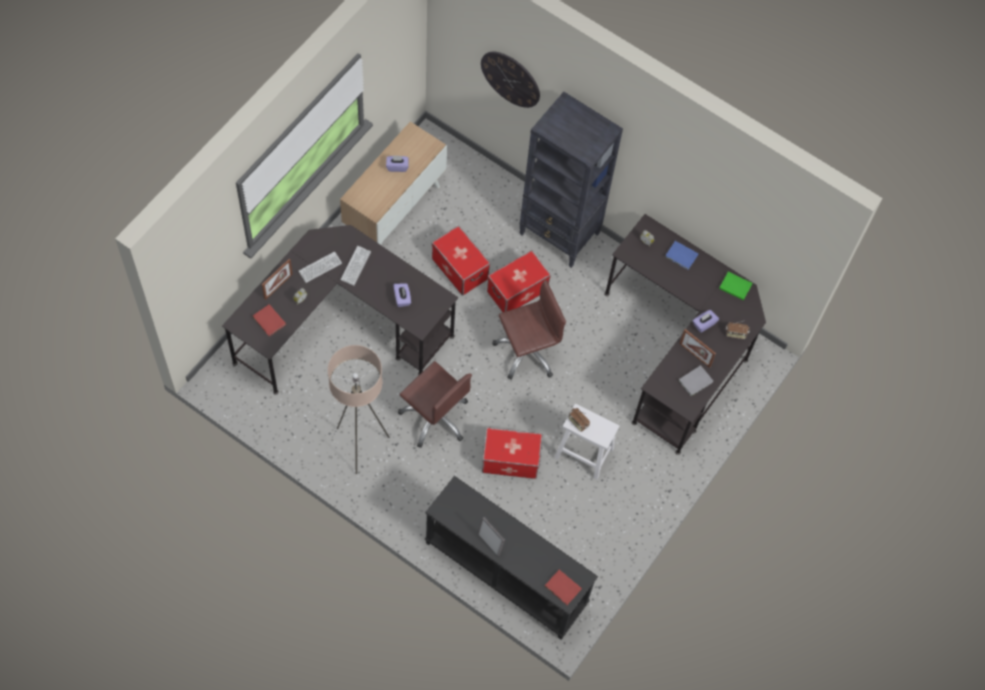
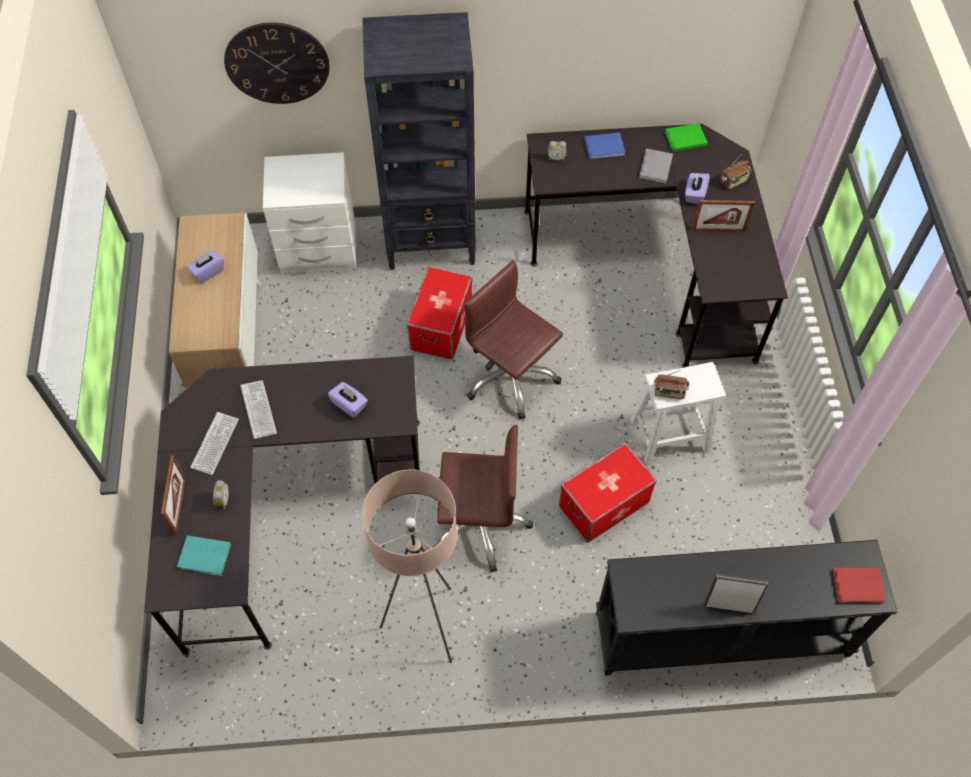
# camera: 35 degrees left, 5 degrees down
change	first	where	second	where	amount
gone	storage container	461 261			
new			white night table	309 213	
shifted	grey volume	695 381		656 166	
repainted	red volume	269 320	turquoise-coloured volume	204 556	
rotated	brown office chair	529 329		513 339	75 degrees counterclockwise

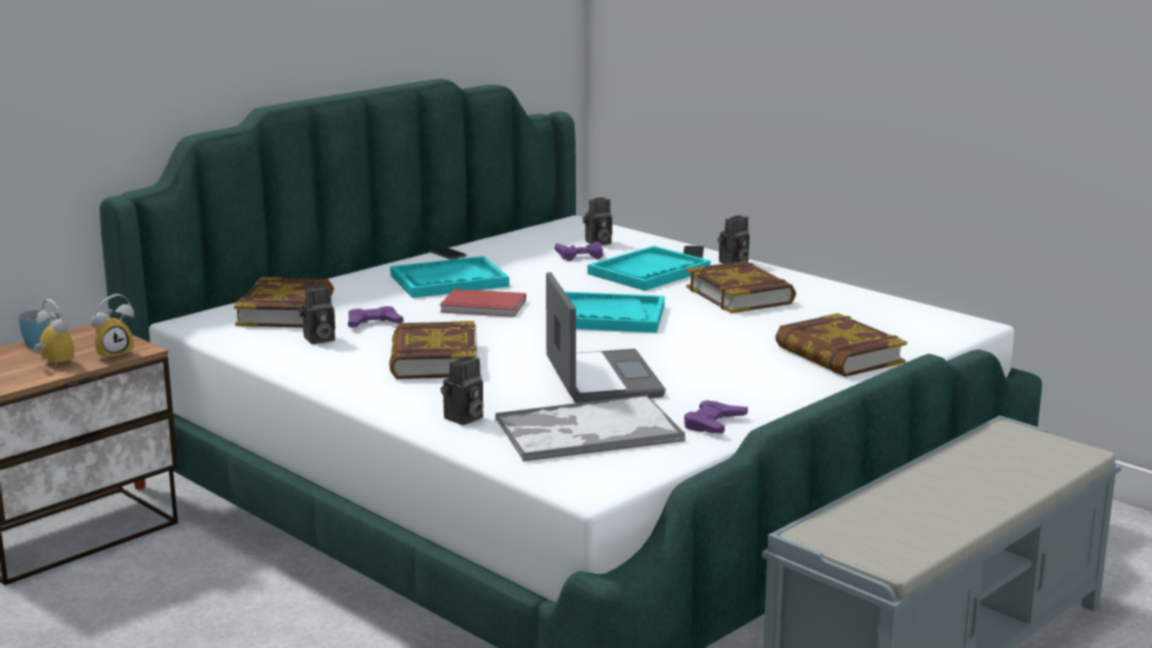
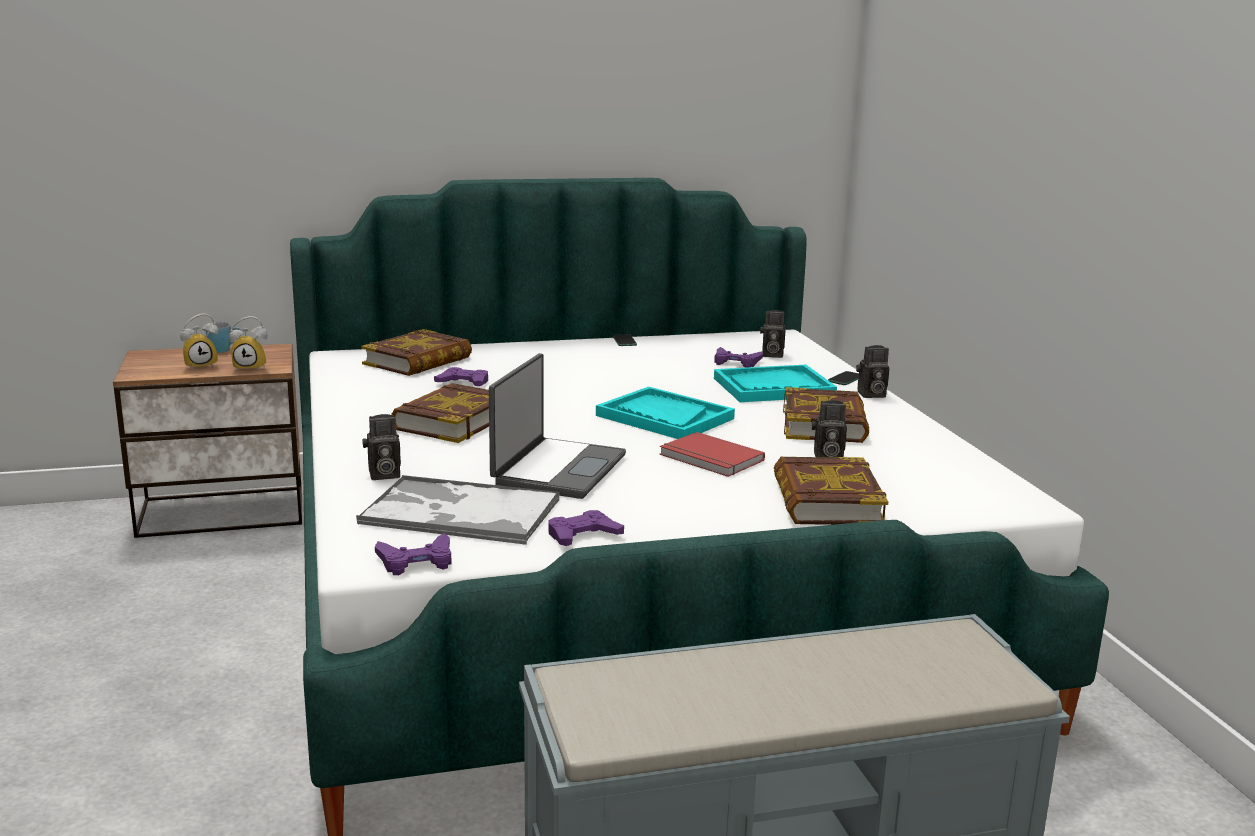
# camera: 30 degrees right, 0 degrees up
change	first	where	second	where	amount
gone	turquoise-coloured serving tray	449 277			
new			purplish joypad	413 554	
shifted	still camera	316 314		829 429	
shifted	red volume	483 303		712 454	
rotated	bedside clock	53 333		199 342	75 degrees clockwise

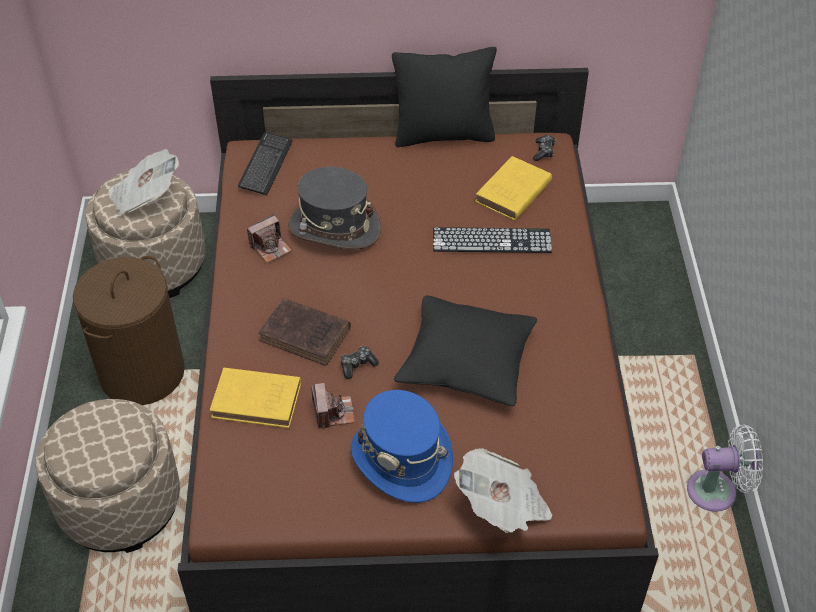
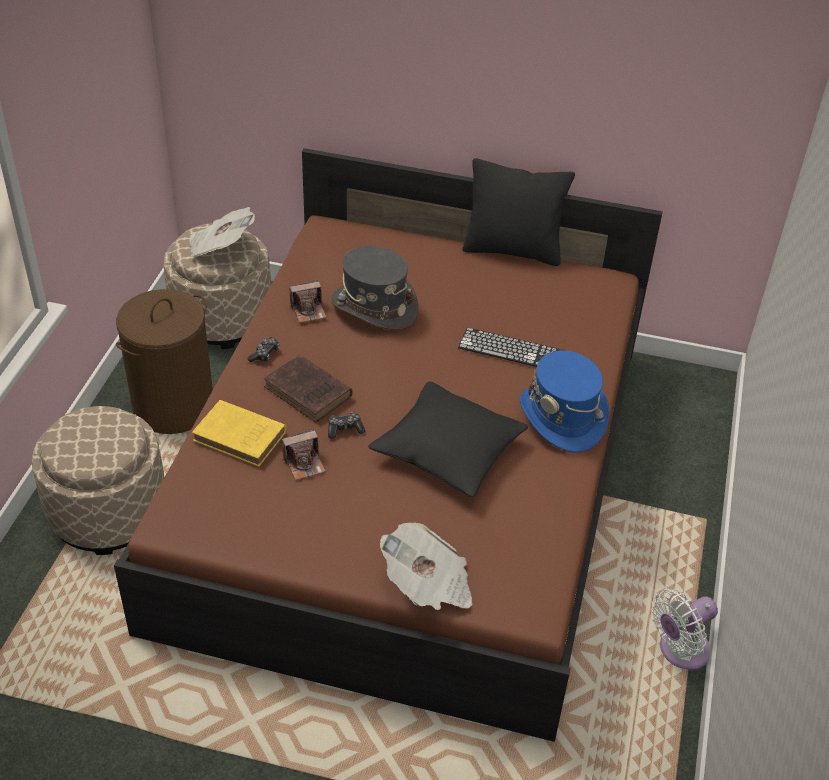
# camera: 15 degrees right, 5 degrees down
change	first	where	second	where	amount
gone	PC keyboard	265 163			
gone	yellow-coloured volume	513 188			
shifted	blue hat	402 446		564 402	
shifted	joypad	544 148		264 349	
rotated	still camera	333 406		304 454	60 degrees clockwise
rotated	white fan	725 468		684 630	135 degrees clockwise

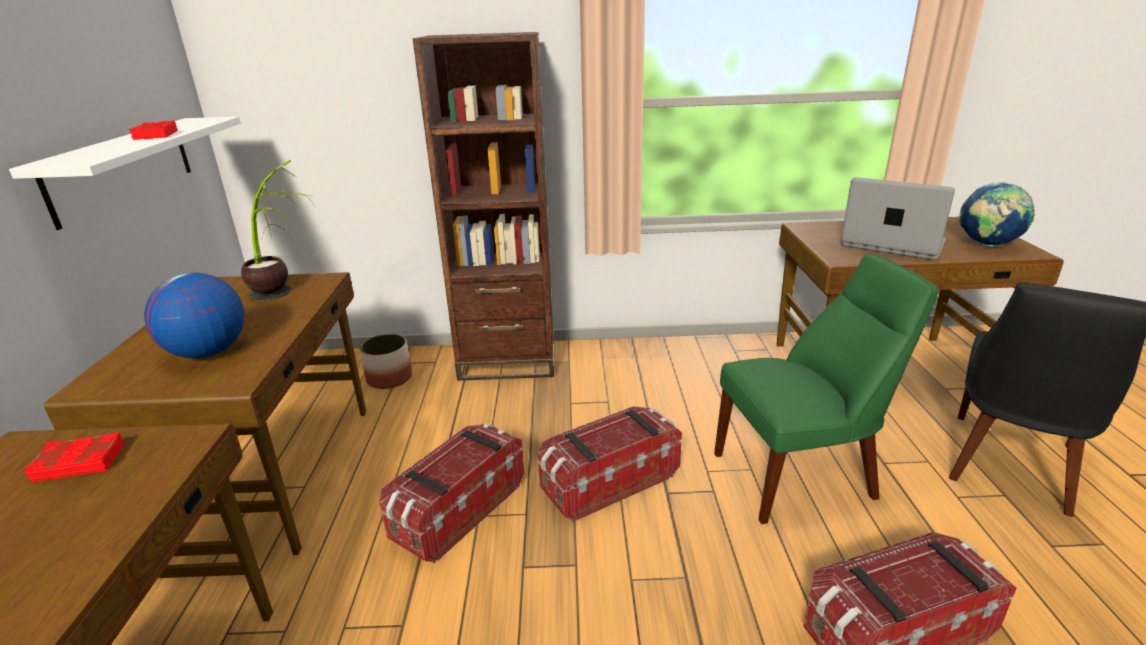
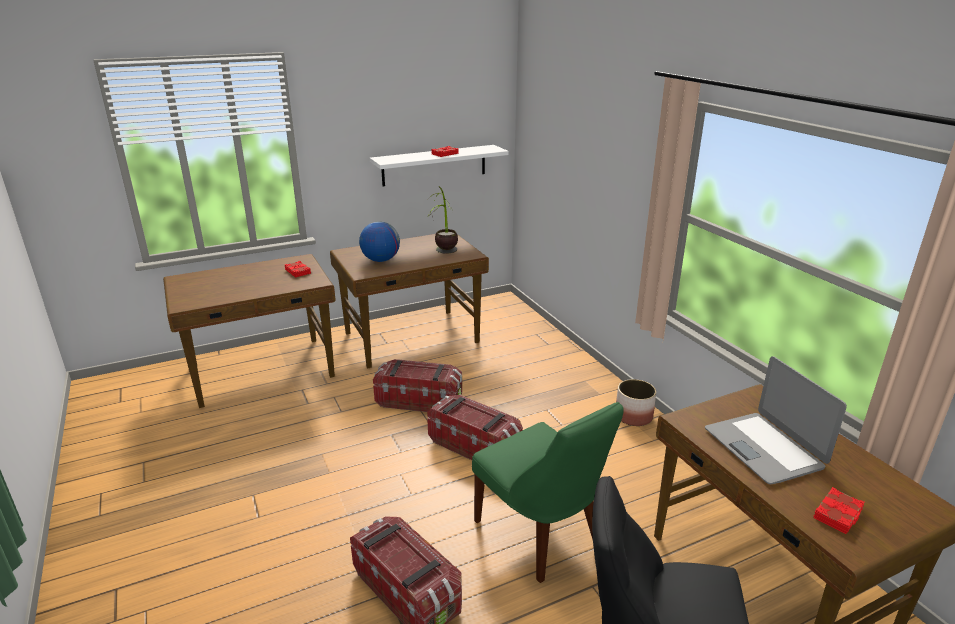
# camera: 65 degrees right, 0 degrees up
change	first	where	second	where	amount
gone	brown shelving unit	483 206			
shifted	planter	386 361		636 402	
swapped	world globe	997 214	red volume	839 510	
rotated	portable computer	898 218		776 420	150 degrees clockwise

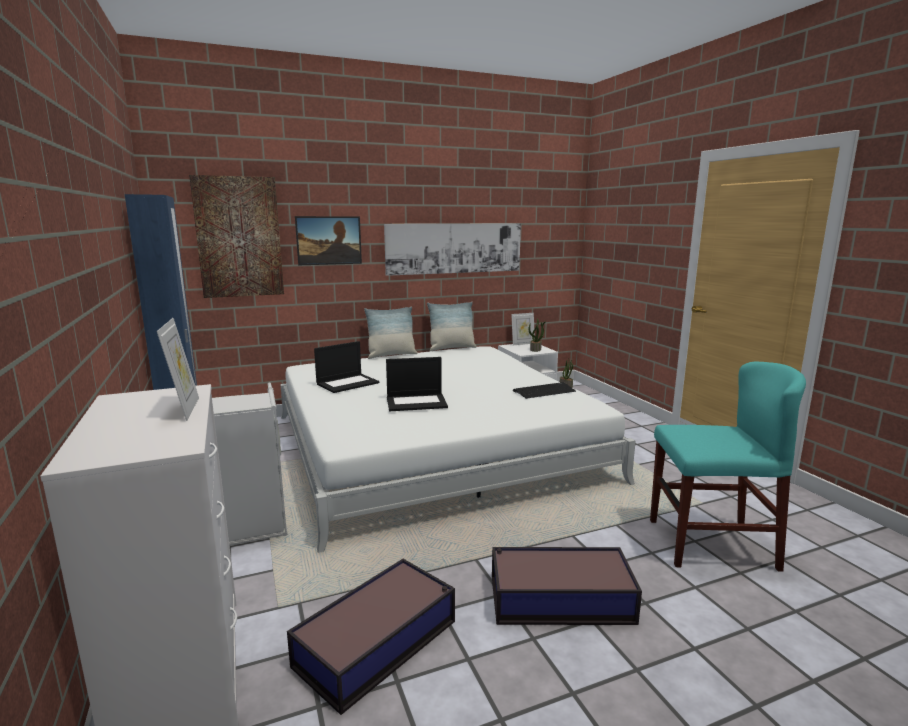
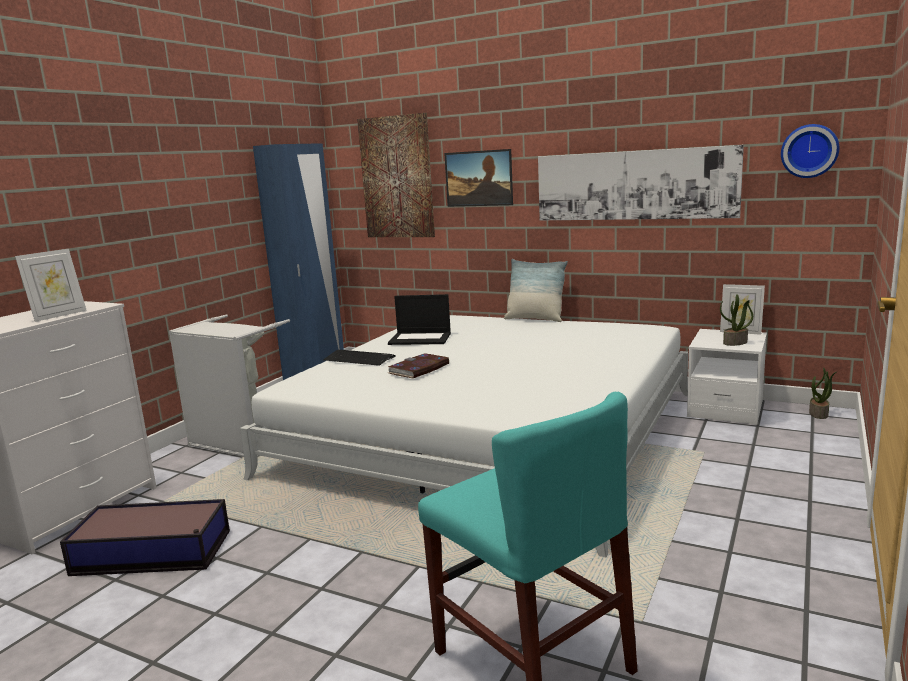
# camera: 50 degrees right, 0 degrees up
change	first	where	second	where	amount
gone	pillow	452 326			
gone	storage container	567 586			
new			clock on the wall	810 151	
shifted	PC keyboard	544 390		359 358	
swapped	portable computer	417 384	volume	418 365	

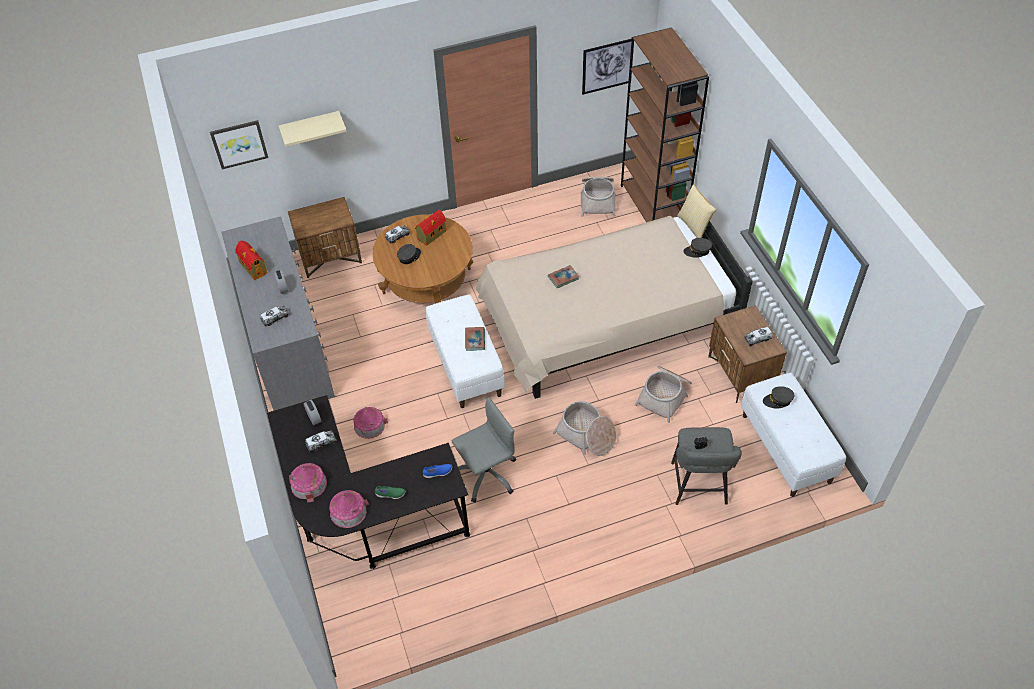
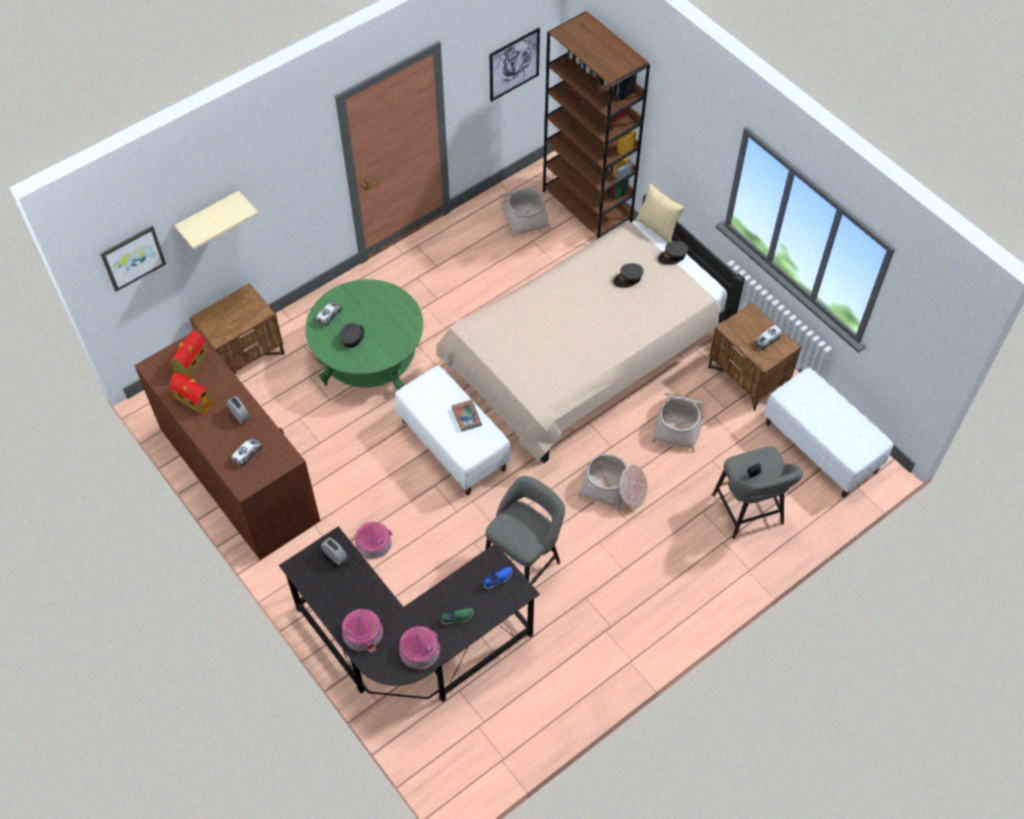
# camera: 20 degrees left, 5 degrees up
change	first	where	second	where	amount
gone	model truck	320 441			
gone	volume	563 276			
shifted	miniature house	431 228		189 354	
shifted	grey cap	778 397		628 275	
swapped	grey office chair	483 450	grey stool seat	525 530	
repainted	grey dresser	278 313	brown dresser	227 444	
repainted	brown lounge table	423 259	greenish lounge table	364 334	

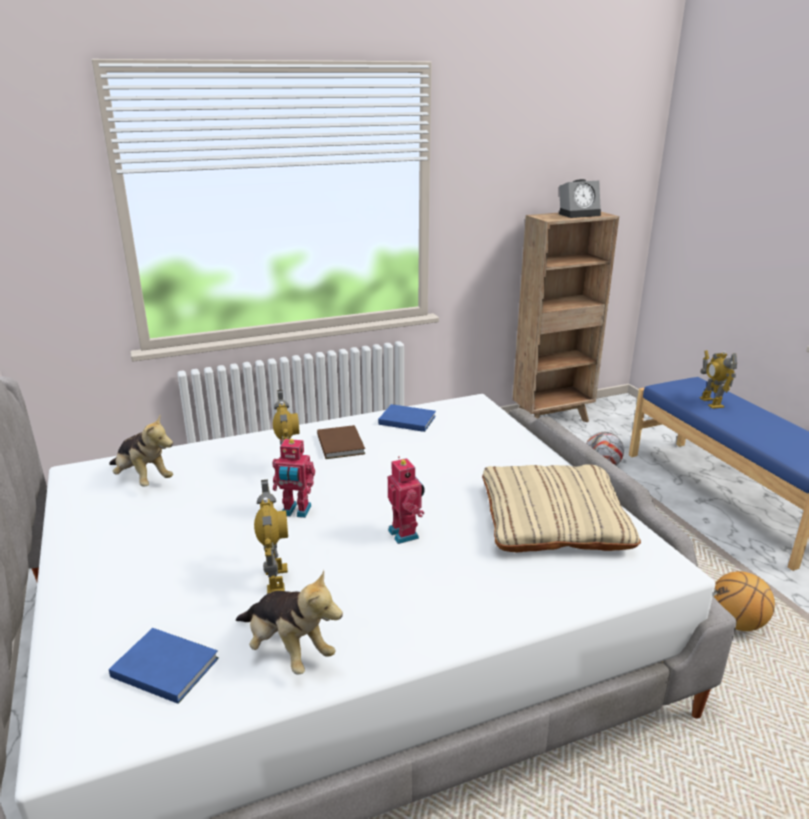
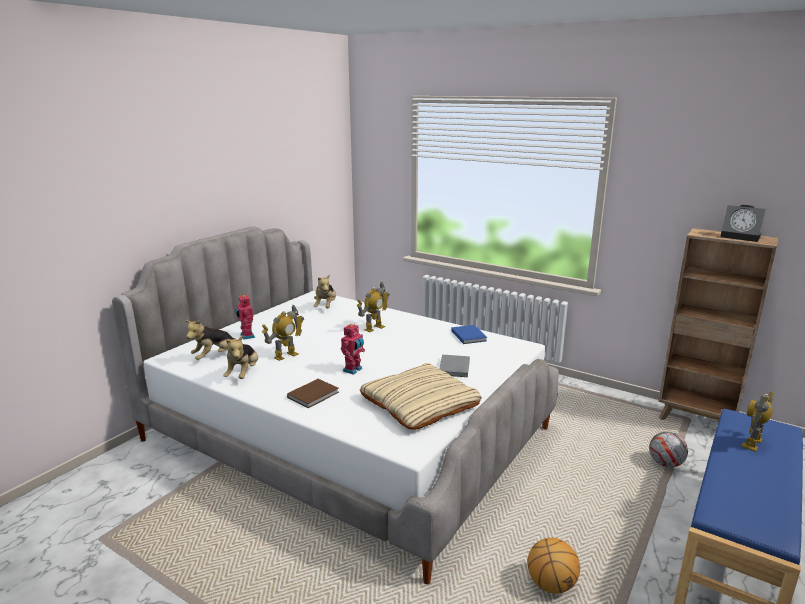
# camera: 55 degrees right, 5 degrees down
change	first	where	second	where	amount
new			grey volume	454 366	
shifted	toy robot	293 478		245 317	
shifted	brown volume	341 442		313 393	
swapped	blue volume	164 666	soft toy	210 340	

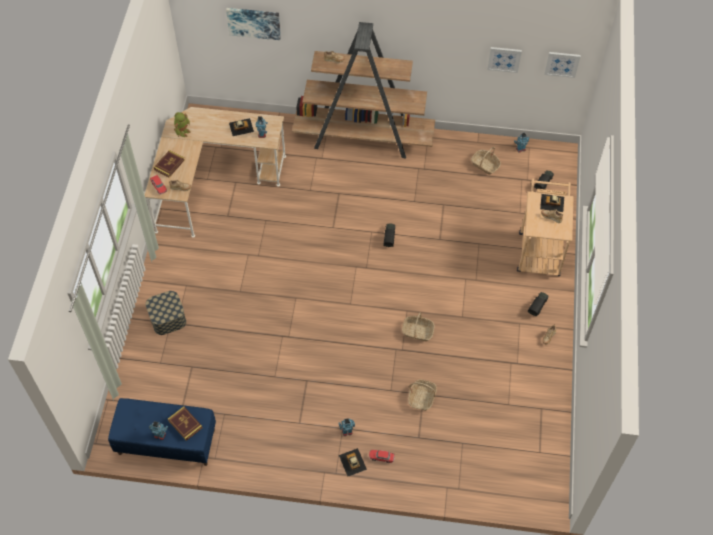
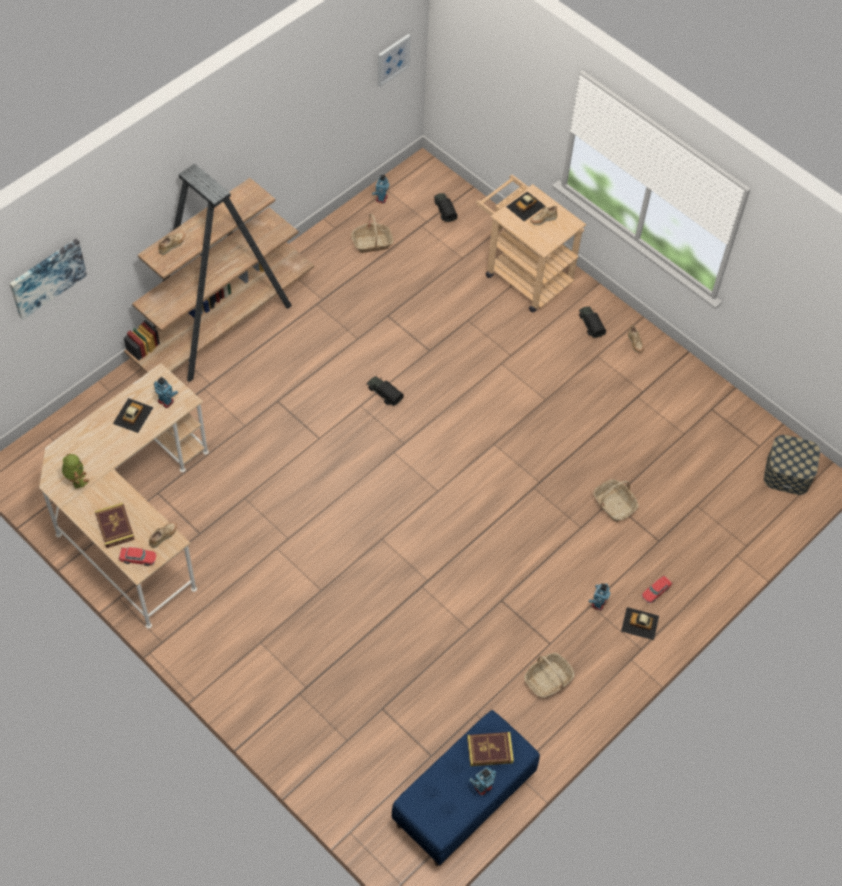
# camera: 55 degrees left, 0 degrees up
change	first	where	second	where	amount
gone	wall picture	504 60			
shifted	storage container	166 313		792 465	
shifted	household basket	418 327		549 675	

